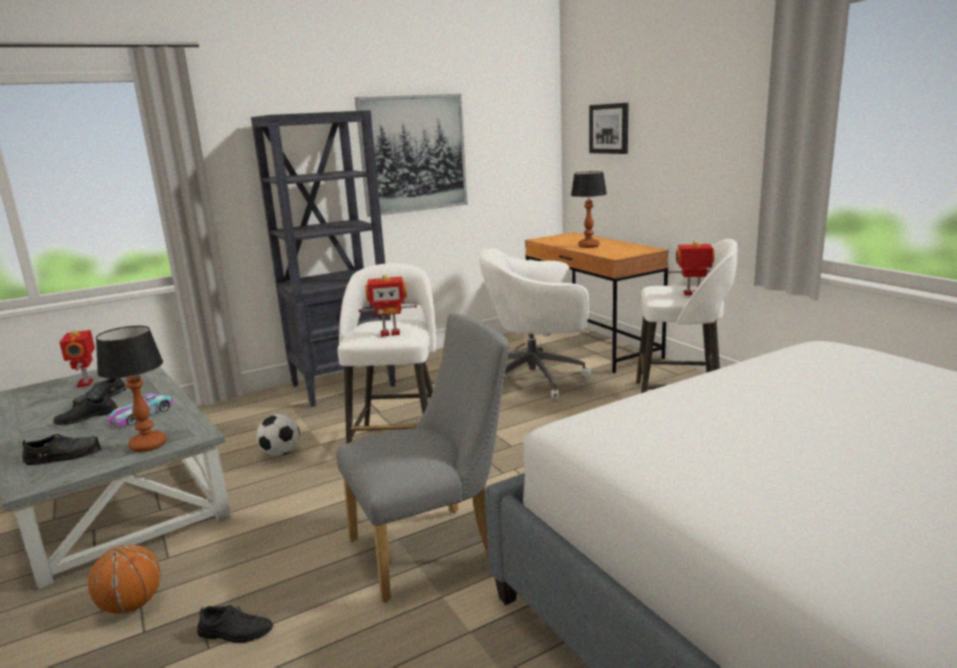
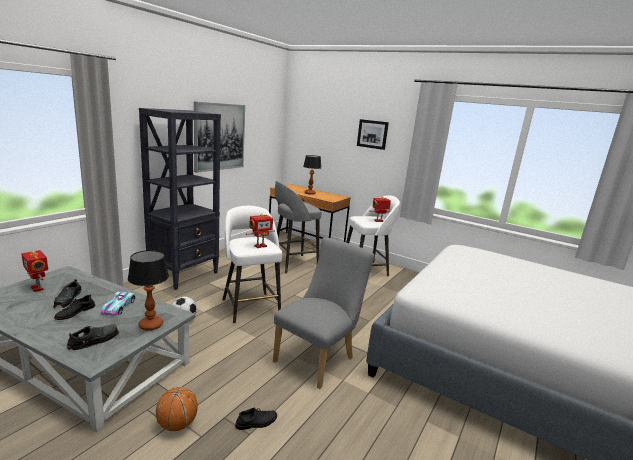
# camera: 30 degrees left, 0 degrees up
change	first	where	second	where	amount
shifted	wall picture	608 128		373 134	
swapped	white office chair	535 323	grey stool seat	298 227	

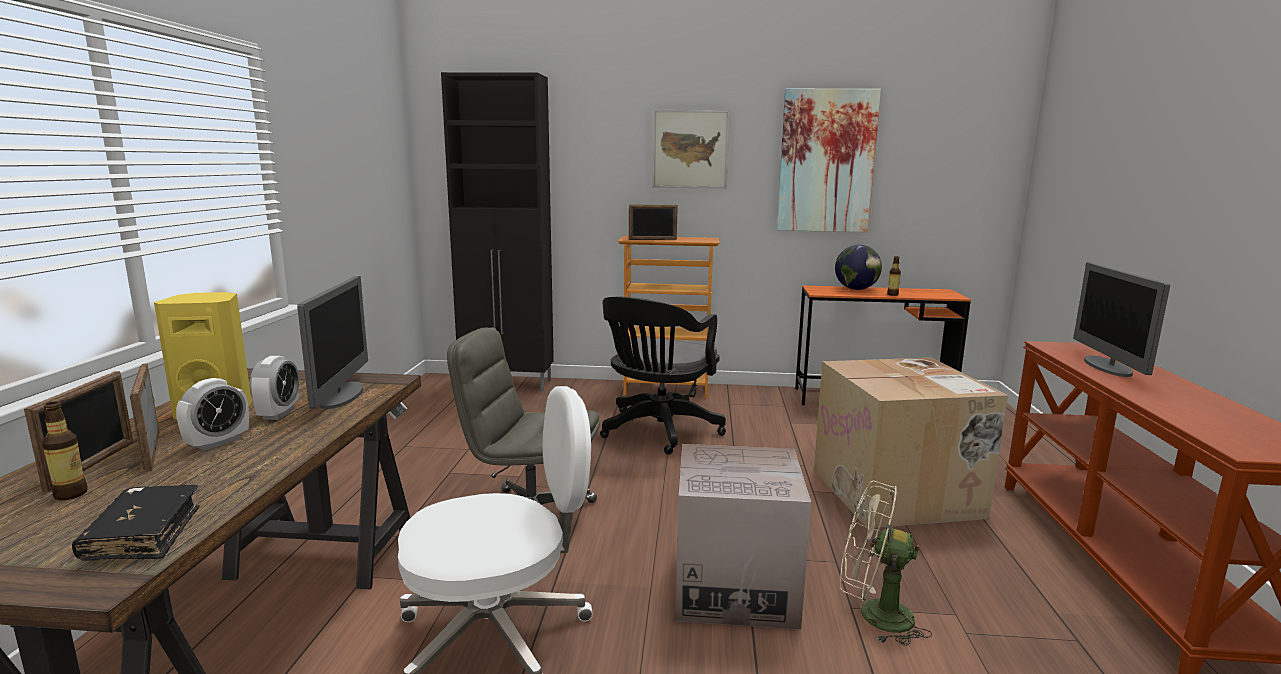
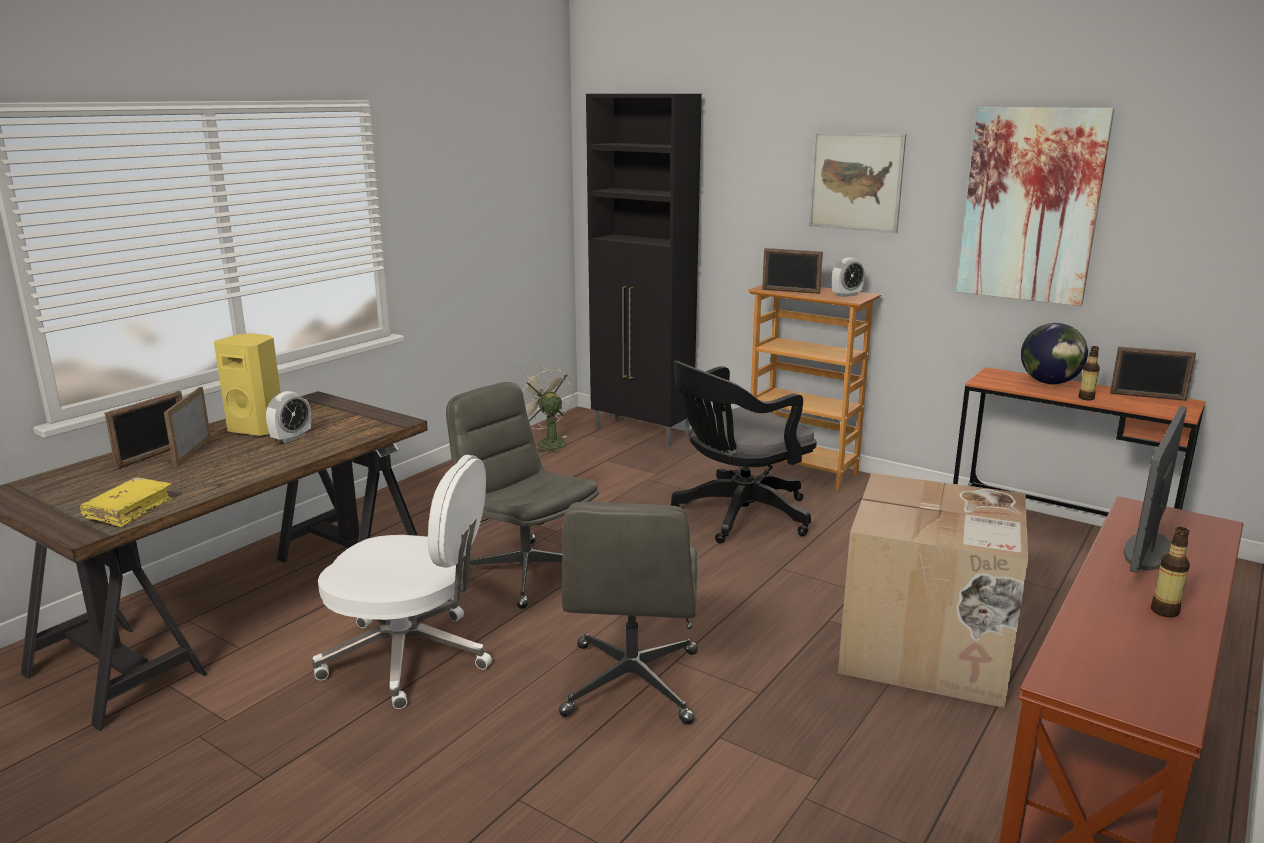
# camera: 30 degrees right, 5 degrees up
change	first	where	second	where	amount
gone	computer screen	332 342			
new			photo frame	1153 374	
shifted	drink bottle	65 450		1170 572	
shifted	bedside clock	212 414		848 277	
shifted	beige-coloured fan	886 563		547 409	
swapped	carton	743 537	grey office chair	628 613	
repainted	blackish volume	136 523	yellow-coloured volume	126 502	

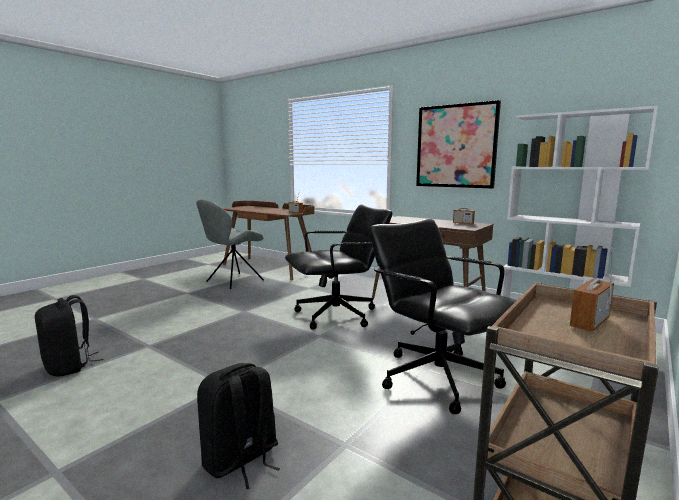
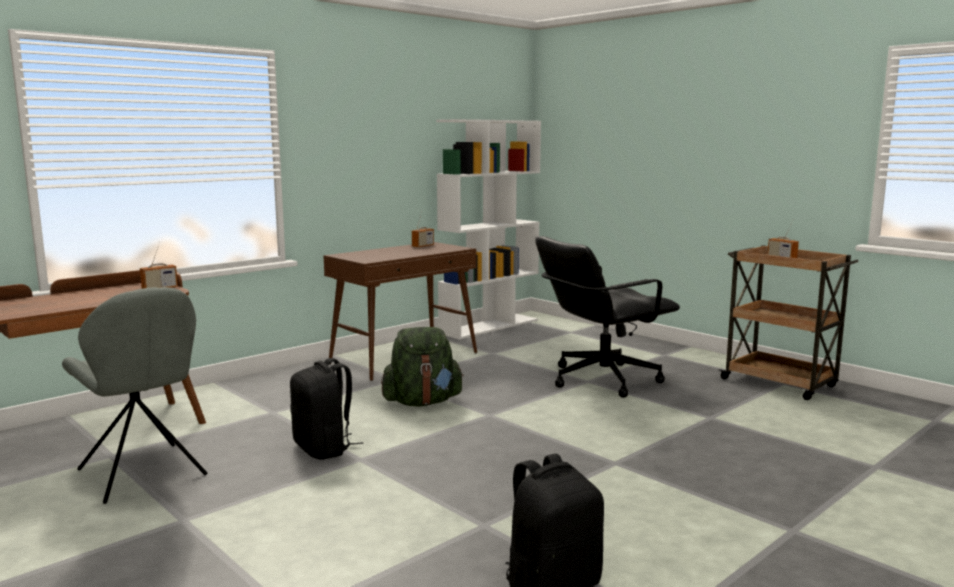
# camera: 80 degrees left, 0 degrees up
change	first	where	second	where	amount
gone	wall picture	458 144			
shifted	blackish knapsack	238 426		326 408	
swapped	blackish office chair	338 267	greenish knapsack	422 367	

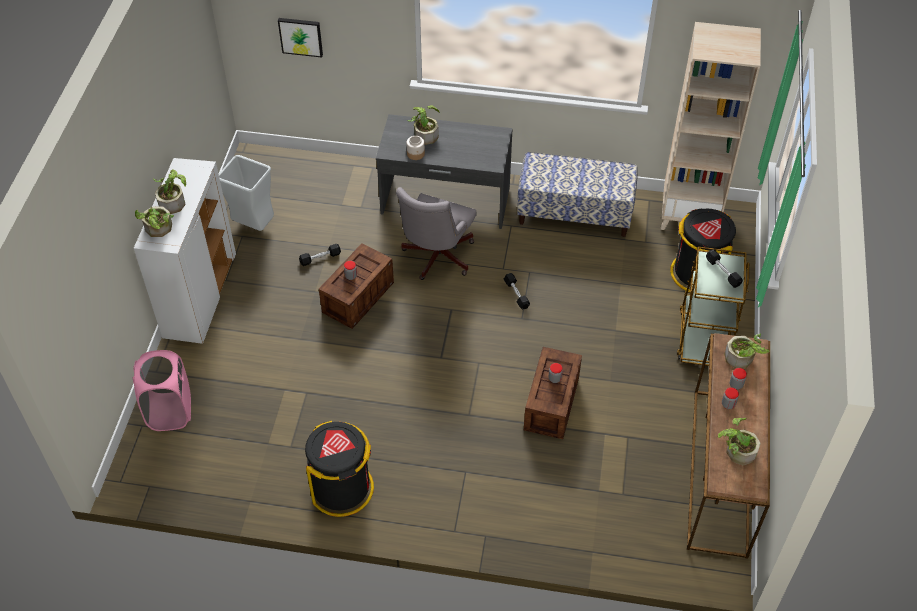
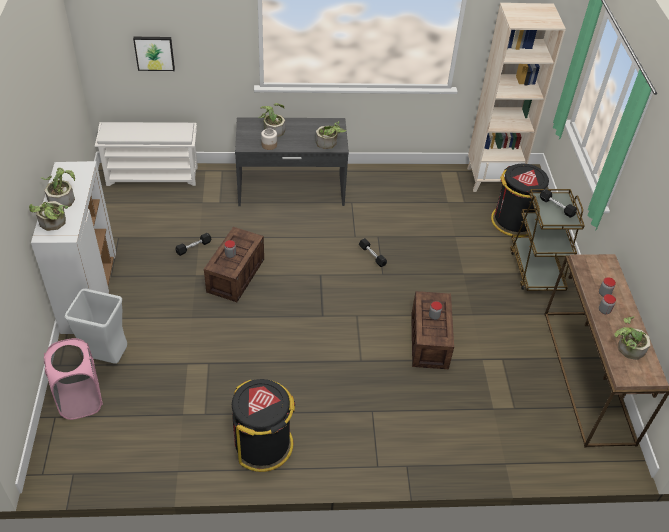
# camera: 15 degrees left, 5 degrees down
change	first	where	second	where	amount
gone	grey office chair	436 233			
gone	bench	577 194			
new			white shoe stand	146 154	
shifted	grey trash can	246 193		95 326	
shifted	potted plant	747 351		331 135	

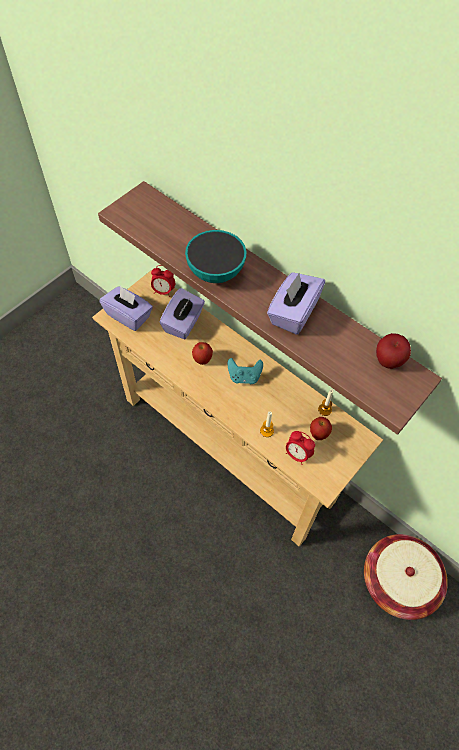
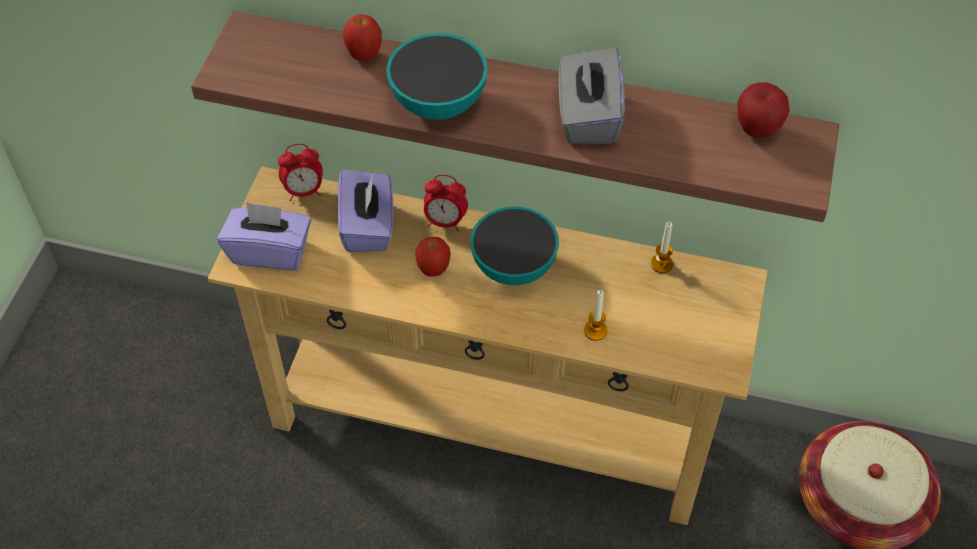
# camera: 25 degrees left, 5 degrees down
change	first	where	second	where	amount
shifted	bedside clock	300 448		446 203	
shifted	whole apple	321 428		362 37	
swapped	turquoise-coloured joypad	245 371	deep dish	514 246	
repainted	purplish box of tissues	296 303	grey box of tissues	592 95	

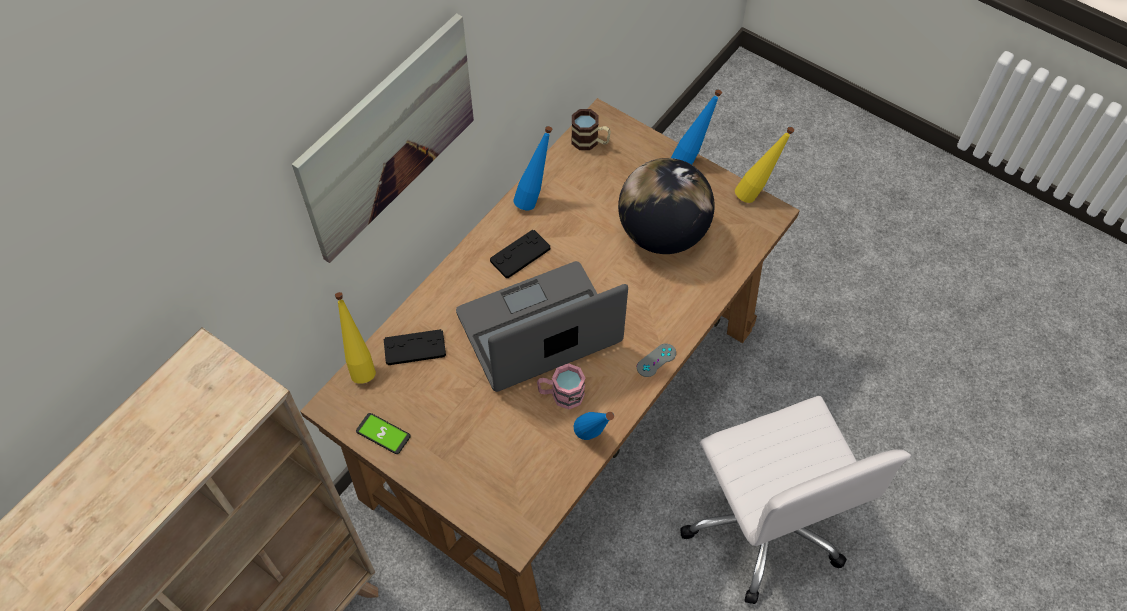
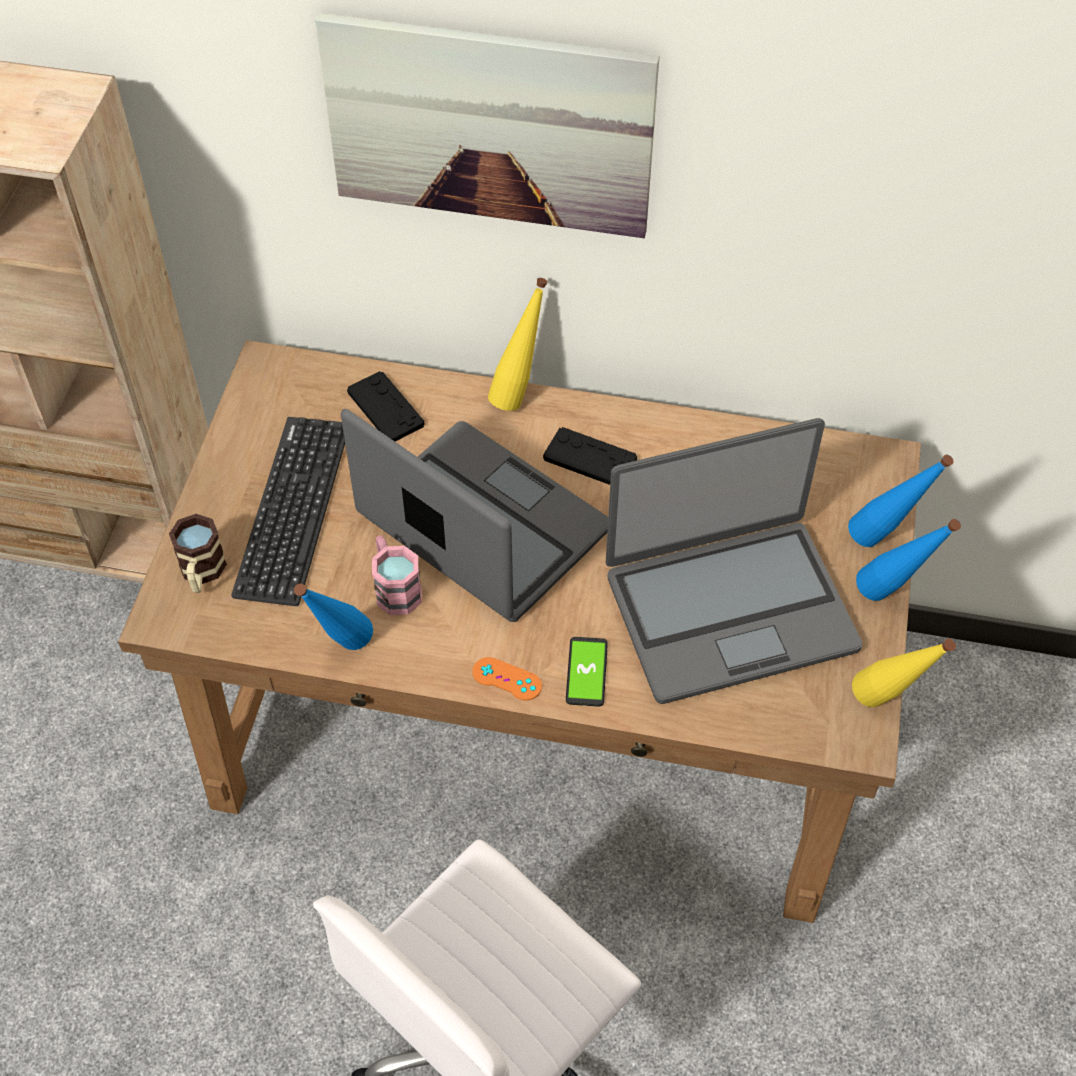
# camera: 65 degrees right, 5 degrees down
change	first	where	second	where	amount
new			PC keyboard	288 511	
shifted	yellow-coloured drink bottle	355 338		518 344	
shifted	phone	383 433		587 672	
shifted	blue drink bottle	532 168		901 501	
shifted	coffee mug	591 129		198 553	
swapped	world globe	666 206	portable computer	734 561	
repainted	grey joypad	656 360	orangey joypad	507 679	

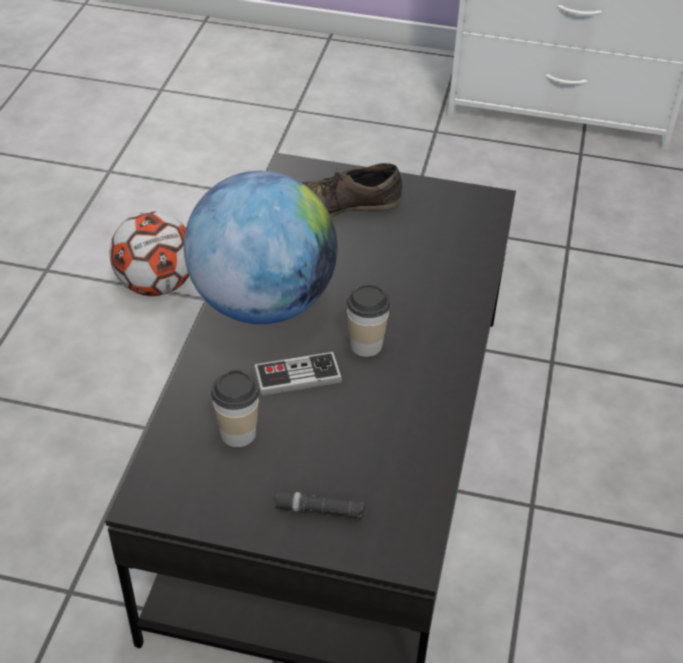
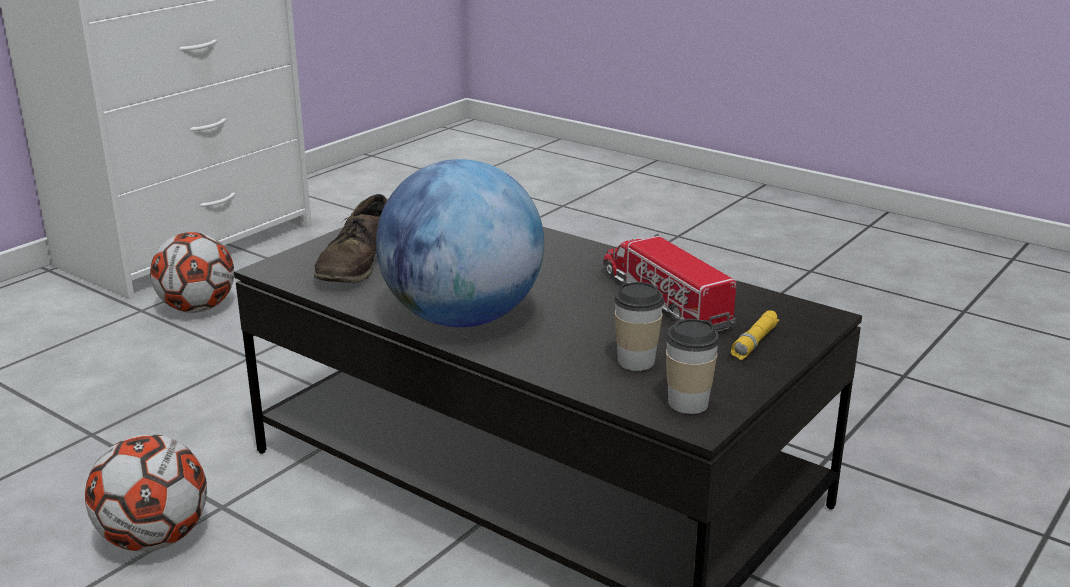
# camera: 65 degrees left, 20 degrees down
change	first	where	second	where	amount
gone	joypad	298 374			
new			football	192 272	
new			model truck	670 283	
shifted	small cup	369 320		692 366	
repainted	blackish torch	319 504	yellow-coloured torch	755 335	

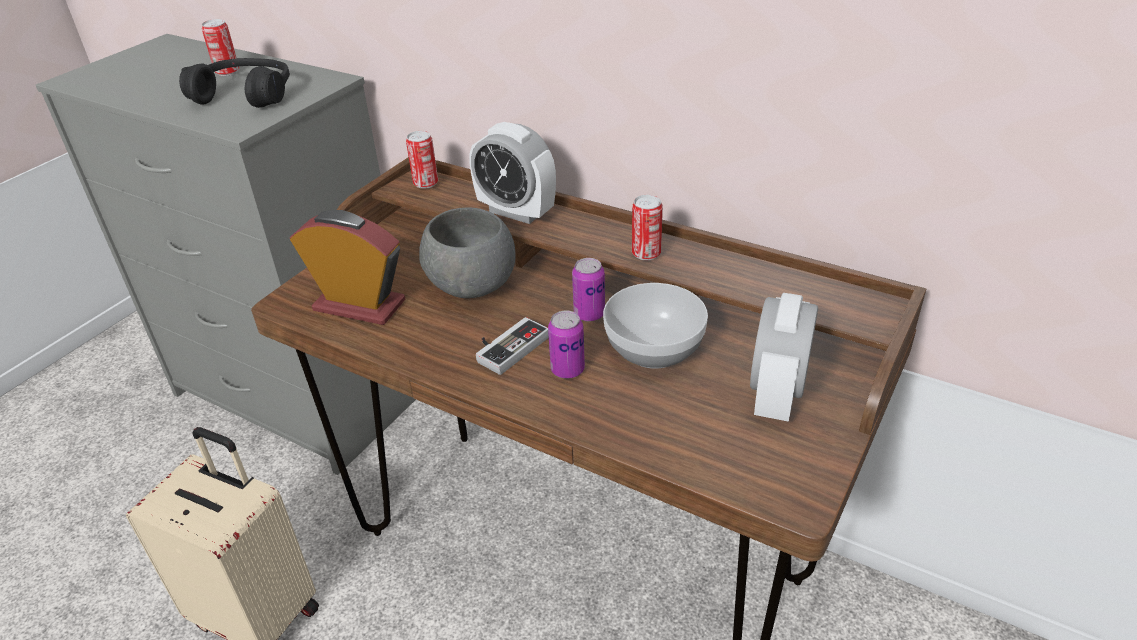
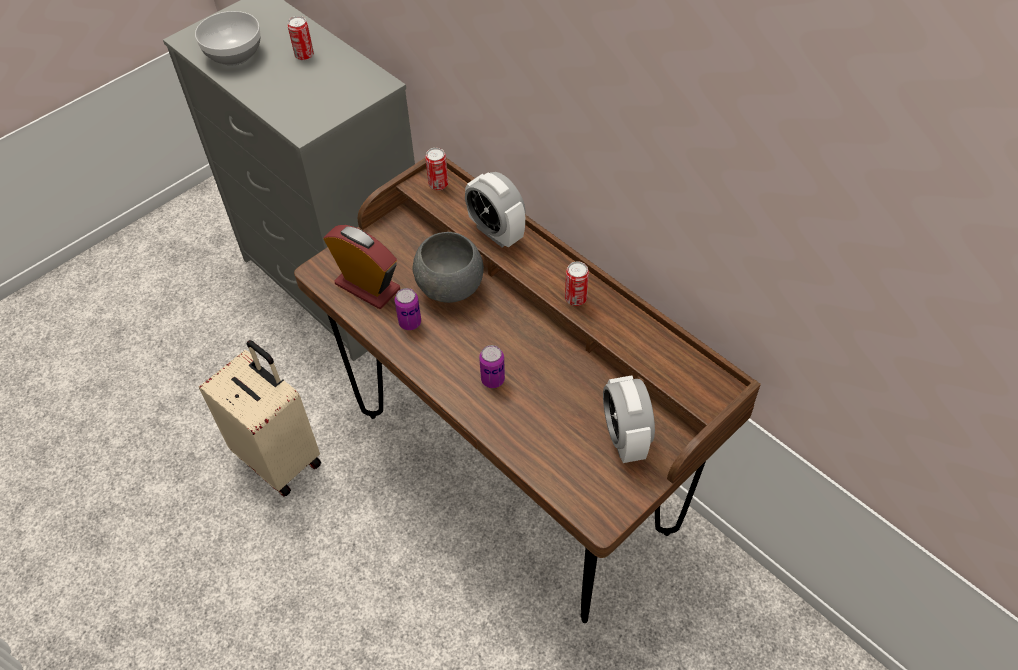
# camera: 15 degrees right, 15 degrees up
change	first	where	second	where	amount
gone	blackish headset	234 83			
gone	joypad	512 346			
shifted	metal can	588 290		408 309	
shifted	deep dish	655 326		228 38	
rotated	bedside clock	784 357		629 419	45 degrees counterclockwise

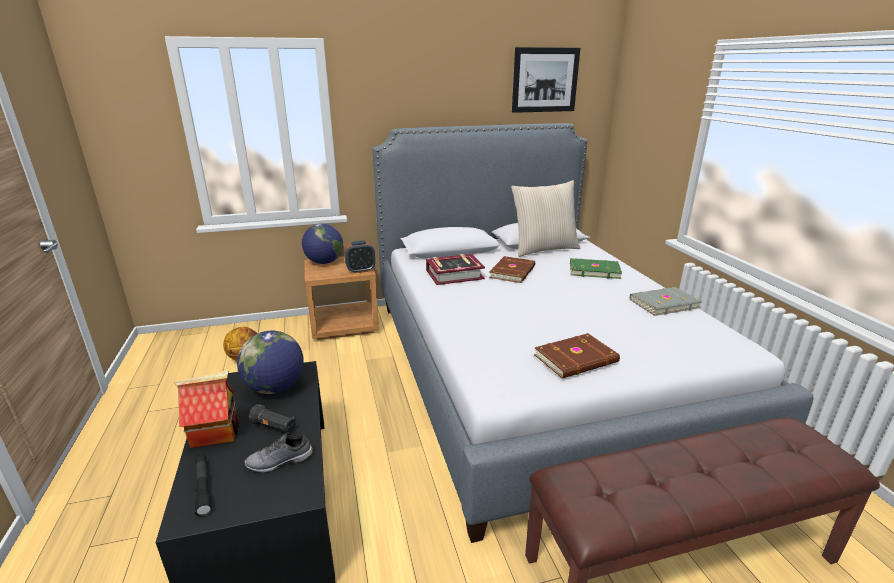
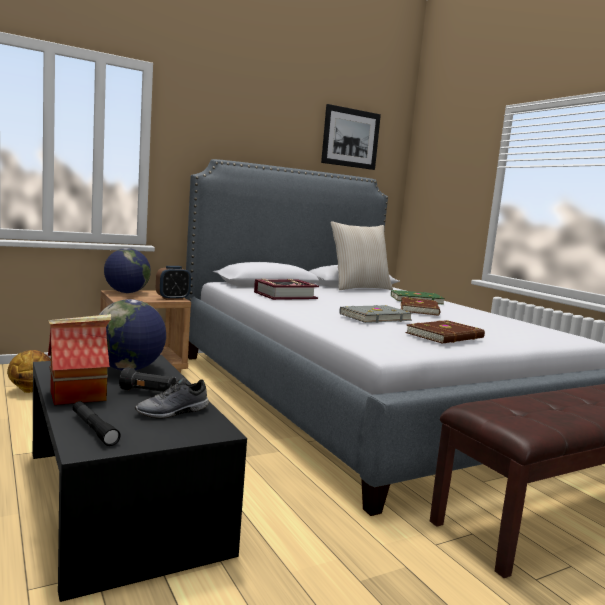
# camera: 15 degrees left, 15 degrees down
change	first	where	second	where	amount
shifted	brown volume	512 269		420 306	
shifted	grey volume	665 301		376 314	

